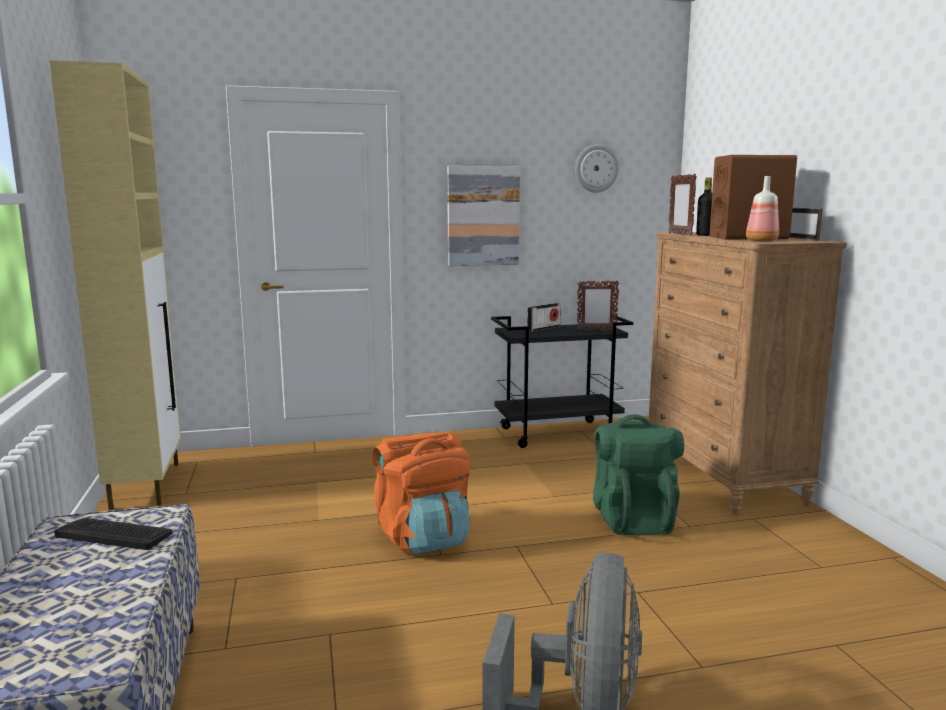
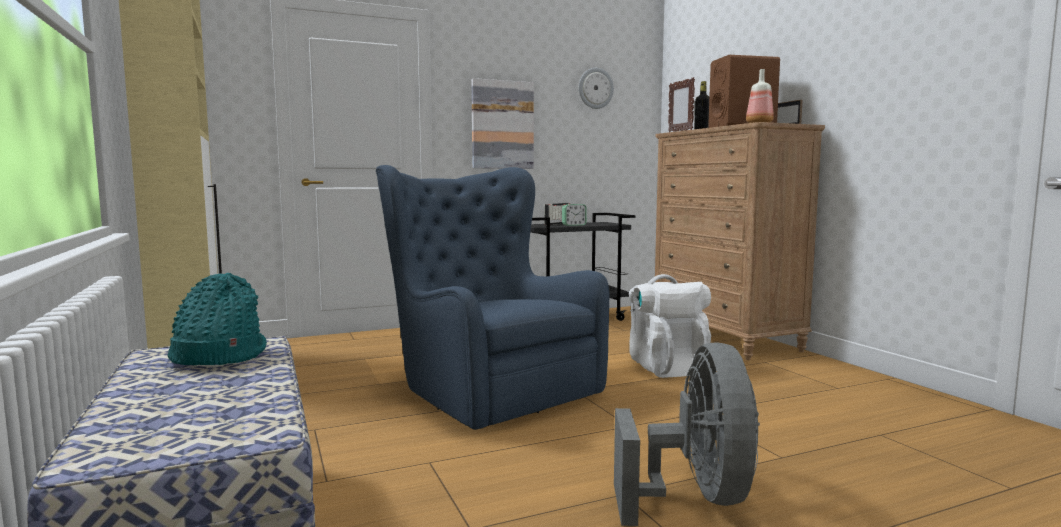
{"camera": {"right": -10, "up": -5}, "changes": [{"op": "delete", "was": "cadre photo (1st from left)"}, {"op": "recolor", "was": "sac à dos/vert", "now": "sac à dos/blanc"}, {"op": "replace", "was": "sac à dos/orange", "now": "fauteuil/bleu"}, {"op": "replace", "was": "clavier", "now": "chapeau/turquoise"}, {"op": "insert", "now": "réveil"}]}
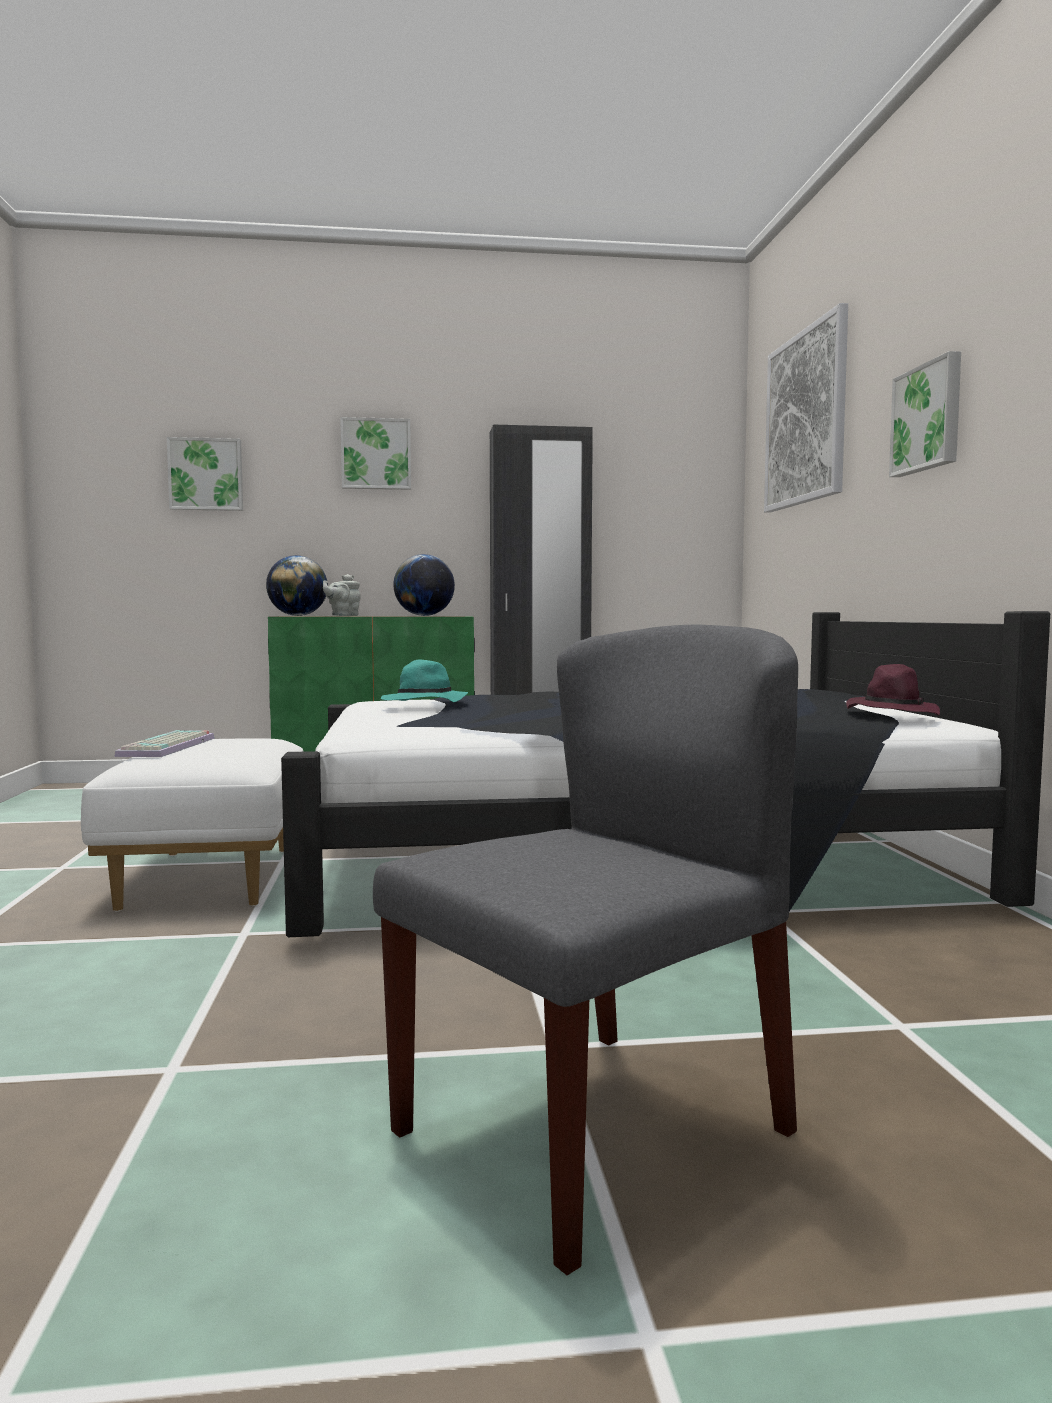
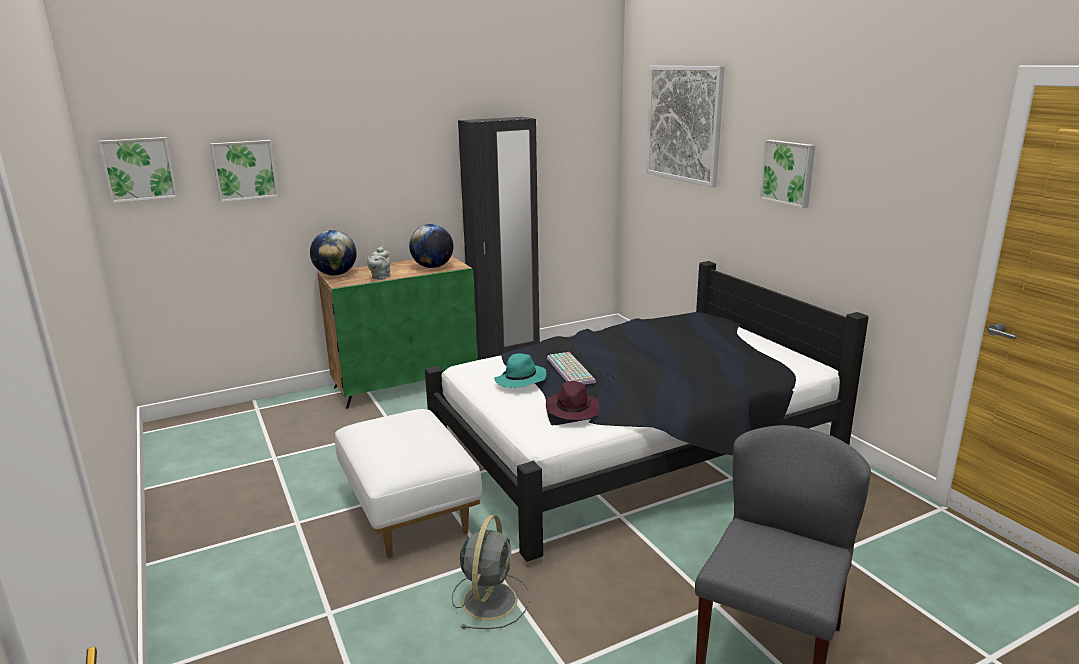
{"camera": {"right": -20, "up": 15}, "changes": [{"op": "move", "was": "tableau (2nd from left in the first image)", "now": "tableau (1st from left)"}, {"op": "move", "was": "chapeau/violet"}, {"op": "move", "was": "clavier"}, {"op": "insert", "now": "ventilateur/gris"}]}
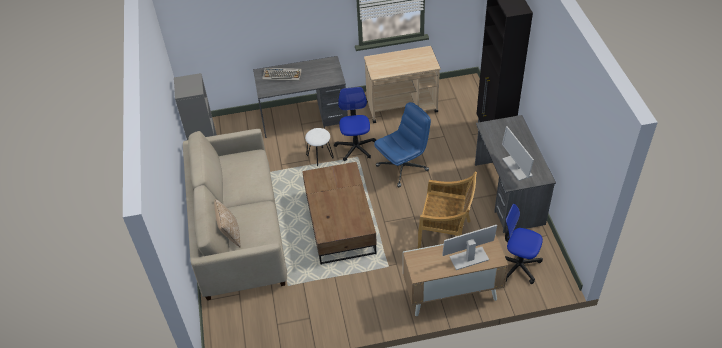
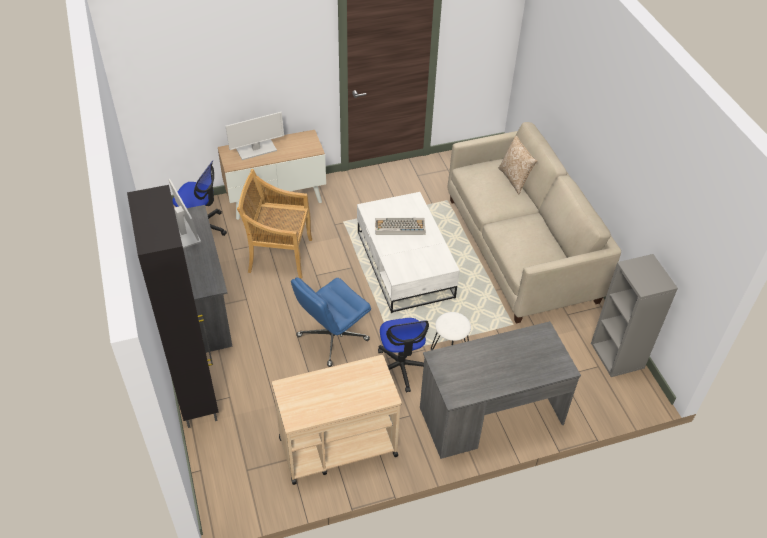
{"camera": {"right": 170, "up": 0}, "changes": [{"op": "move", "was": "clavier"}, {"op": "recolor", "was": "table basse/marron", "now": "table basse/blanc"}]}
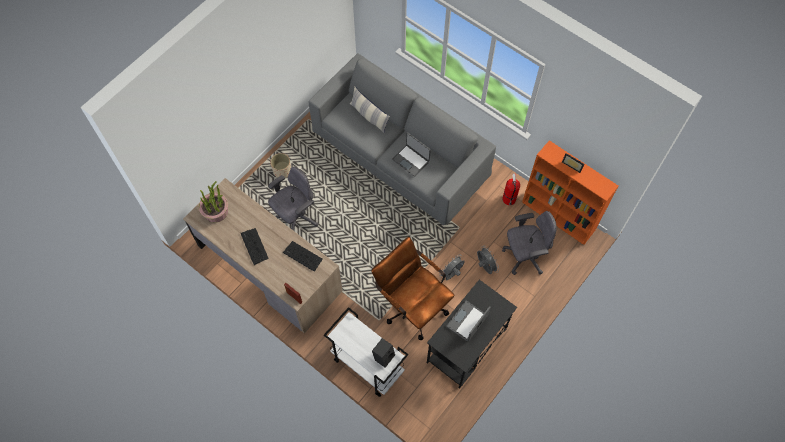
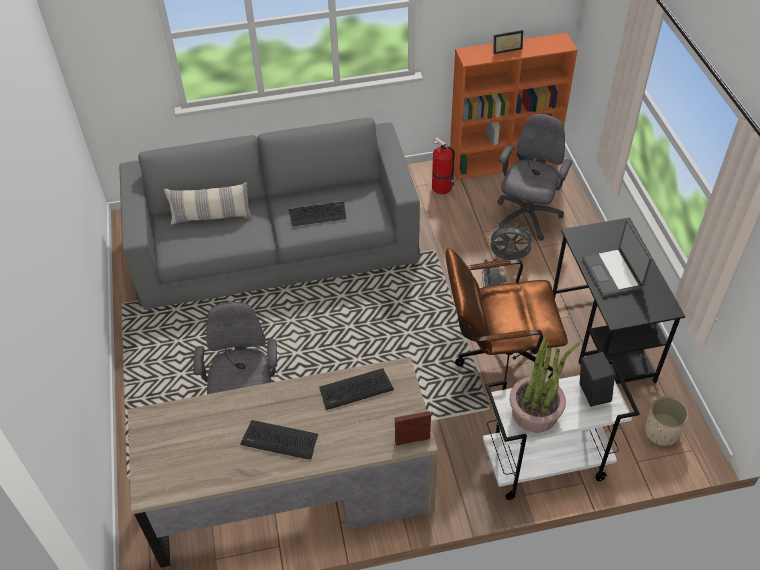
{"camera": {"right": -50, "up": -15}, "changes": [{"op": "replace", "was": "ordinateur portable (1st from left)", "now": "clavier (2nd from left)"}, {"op": "move", "was": "cache-pot/beige"}, {"op": "move", "was": "plante en pot"}]}
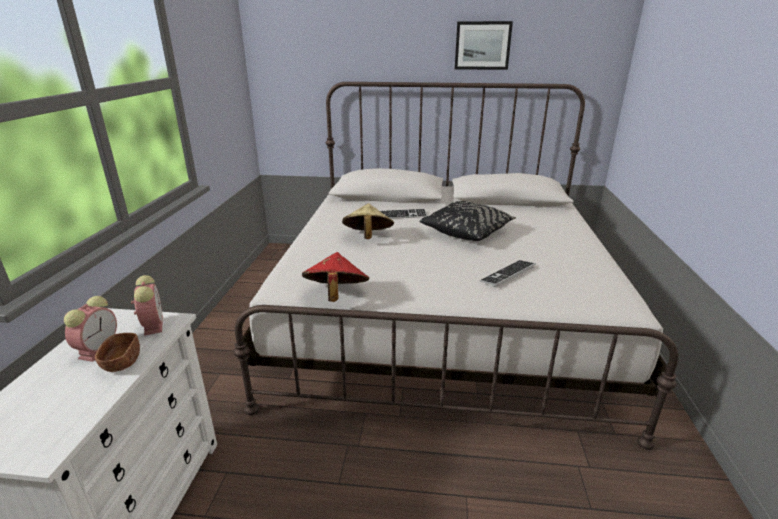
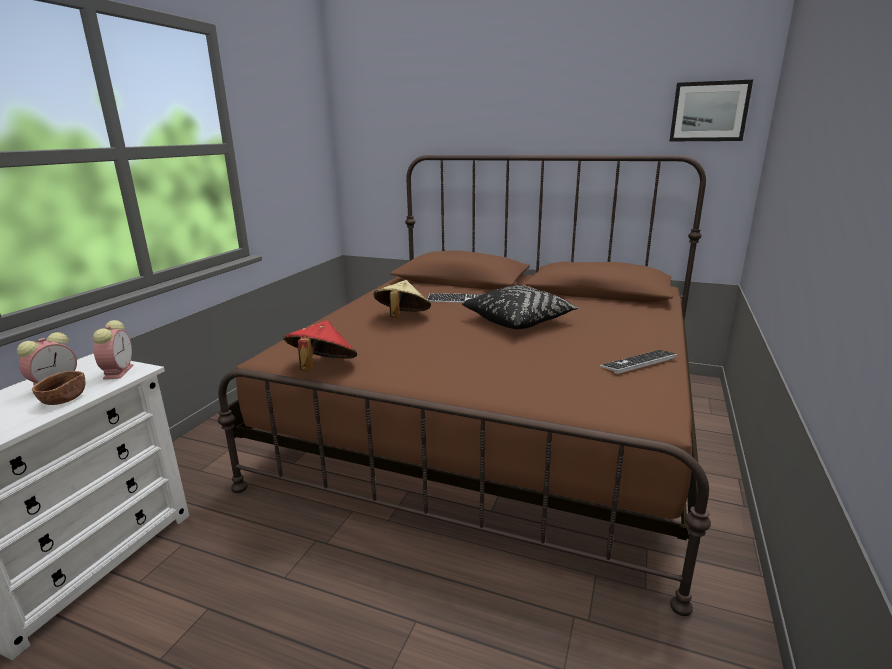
{"camera": {"right": 15, "up": -5}, "changes": [{"op": "move", "was": "tableau"}, {"op": "recolor", "was": "lit/blanc", "now": "lit/marron"}, {"op": "move", "was": "clavier (2nd from left)"}]}
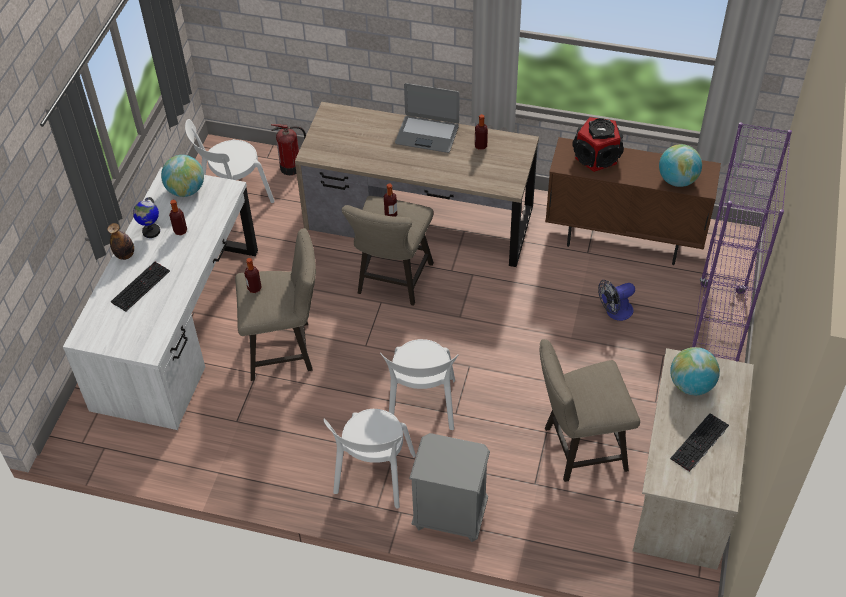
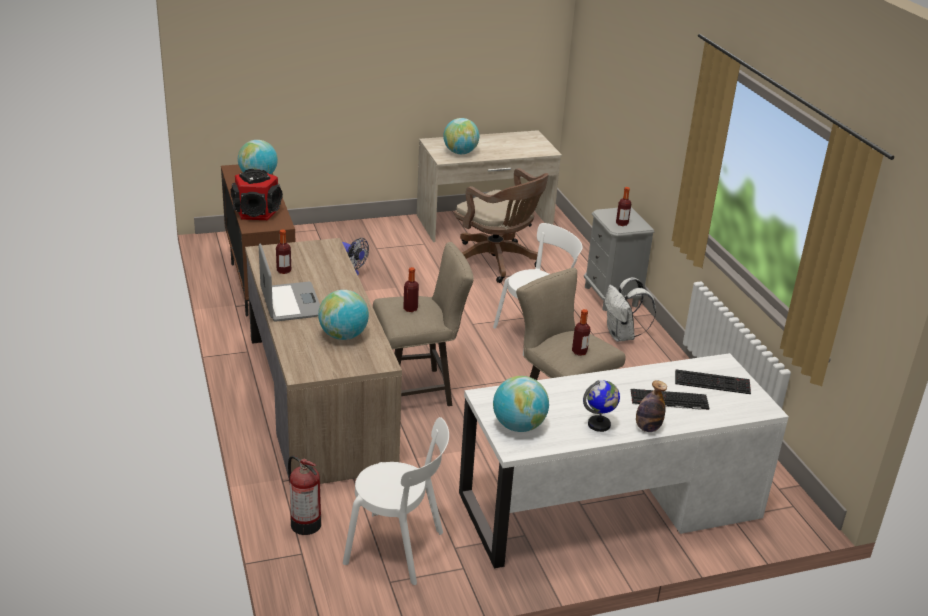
{"camera": {"right": -125, "up": -20}, "changes": [{"op": "delete", "was": "bibliothèque/violet"}, {"op": "move", "was": "bouteille (2nd from left in the first image)", "now": "bouteille (4th from left)"}, {"op": "replace", "was": "tabouret/beige (3rd from left)", "now": "chaise de bureau/marron"}, {"op": "replace", "was": "chaise/blanc (2nd from left)", "now": "sac à dos/blanc"}, {"op": "move", "was": "clavier (2nd from left)"}, {"op": "insert", "now": "globe (2nd from left)"}]}
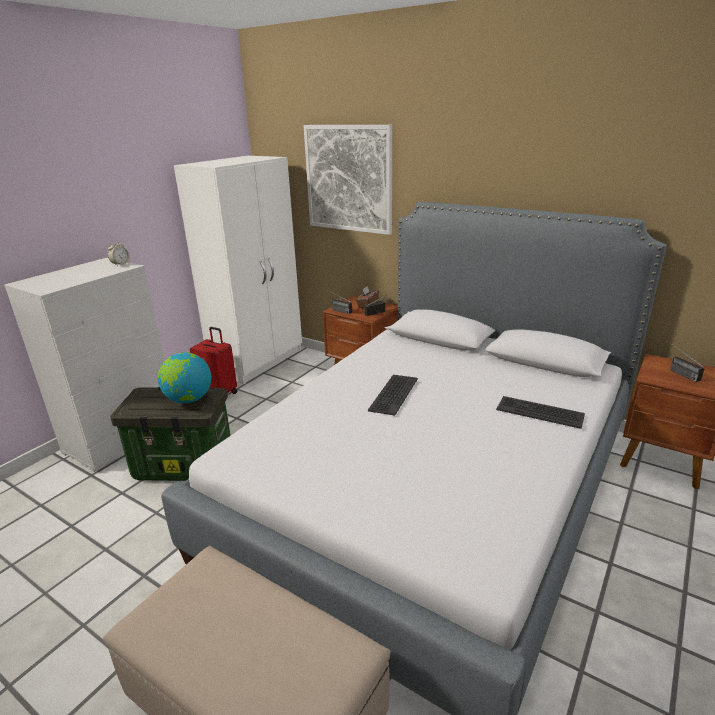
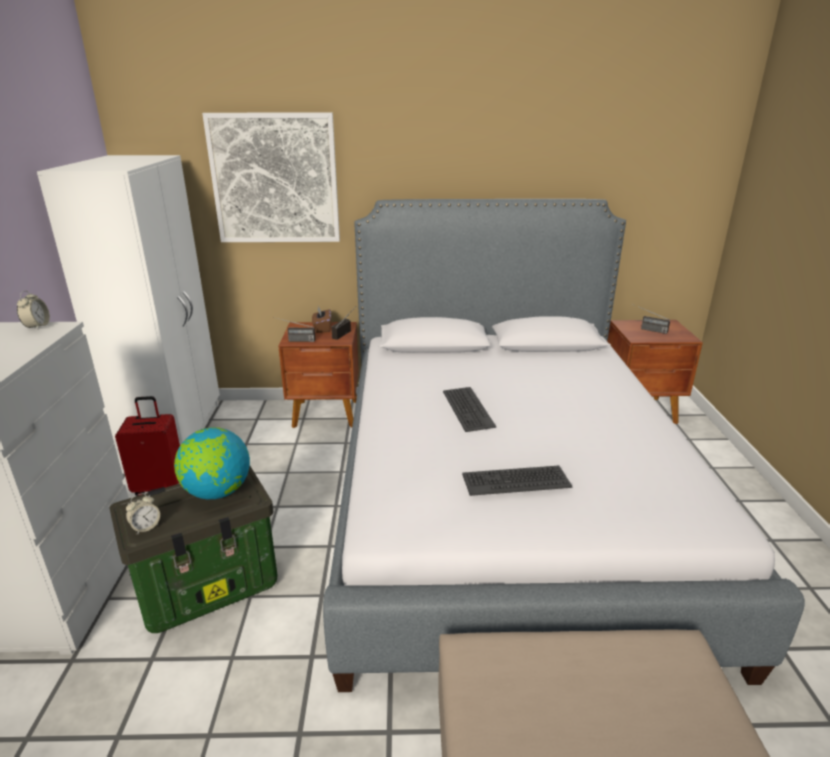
{"camera": {"right": -35, "up": 0}, "changes": [{"op": "move", "was": "clavier (2nd from left)"}, {"op": "insert", "now": "réveil (2nd from left)"}]}
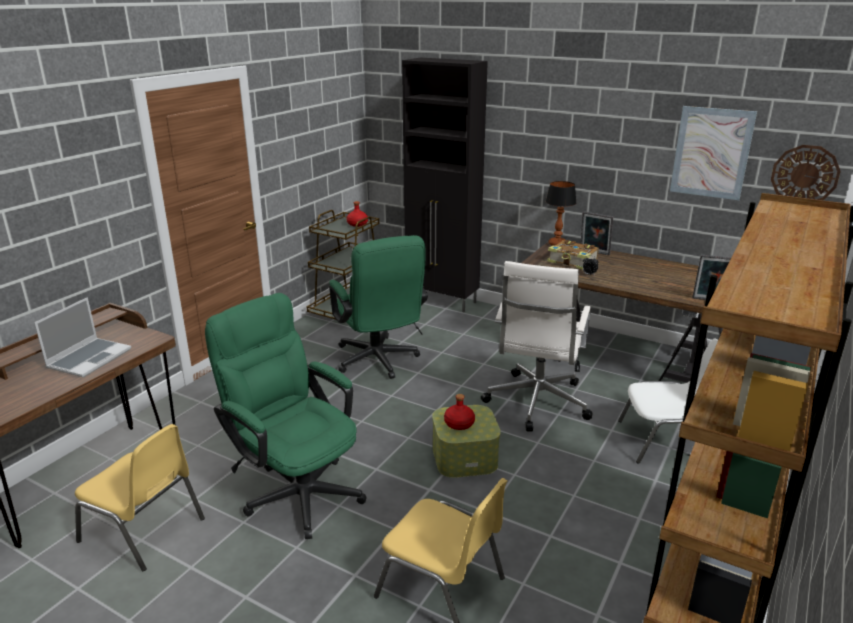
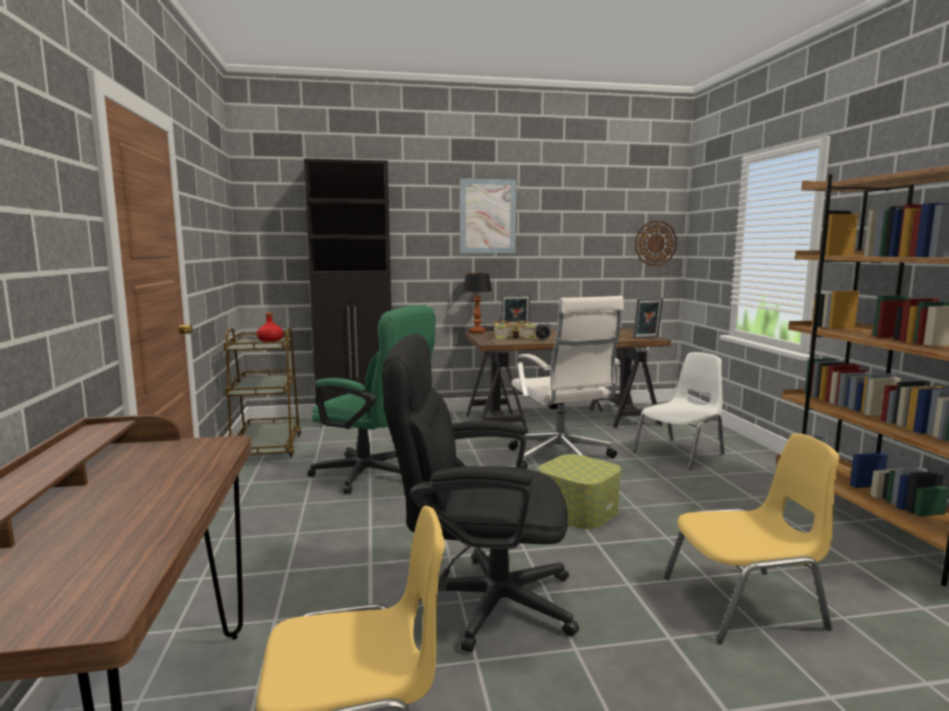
{"camera": {"right": -40, "up": -15}, "changes": [{"op": "move", "was": "tableau"}, {"op": "recolor", "was": "chaise de bureau/vert (1st from left)", "now": "chaise de bureau/noir"}, {"op": "delete", "was": "ordinateur portable"}, {"op": "delete", "was": "bouteille/rouge (2nd from left)"}]}
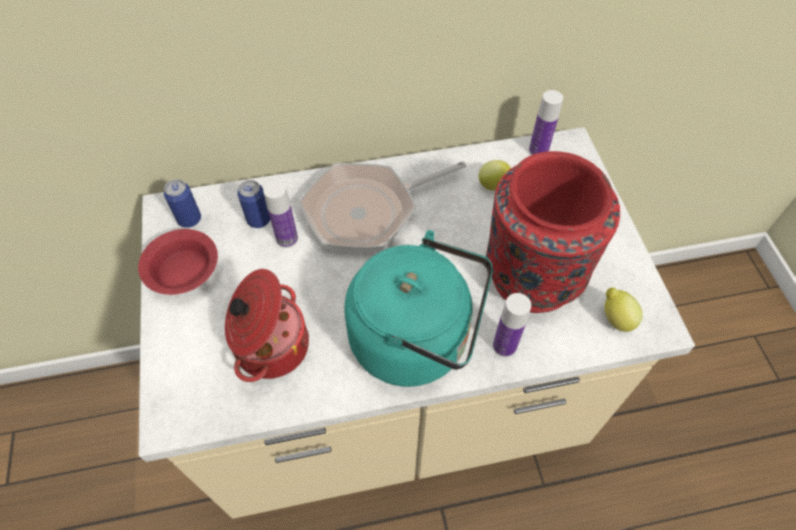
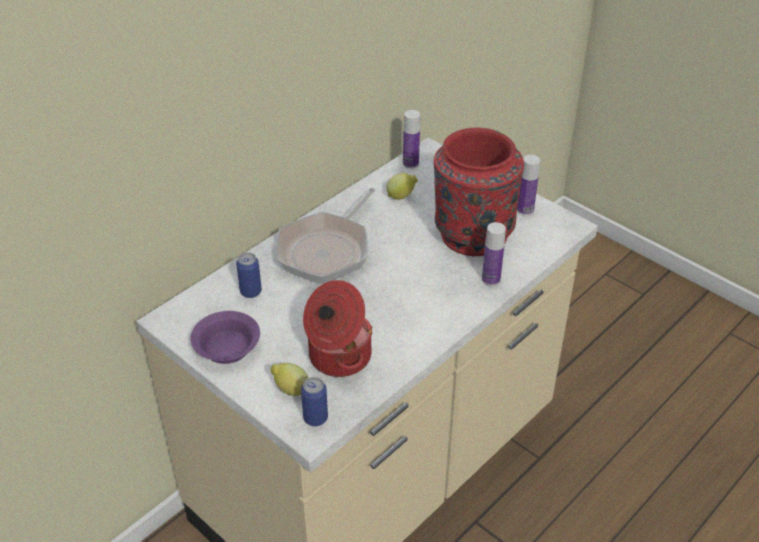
{"camera": {"right": -35, "up": -15}, "changes": [{"op": "move", "was": "boîte métallique (1st from left in the first image)", "now": "boîte métallique (2nd from left)"}, {"op": "move", "was": "bouteille (1st from left in the first image)", "now": "bouteille (3rd from left)"}, {"op": "recolor", "was": "bol/rouge", "now": "bol/violet"}, {"op": "delete", "was": "bouilloire/turquoise"}, {"op": "move", "was": "citron (2nd from left in the first image)", "now": "citron (1st from left)"}]}
